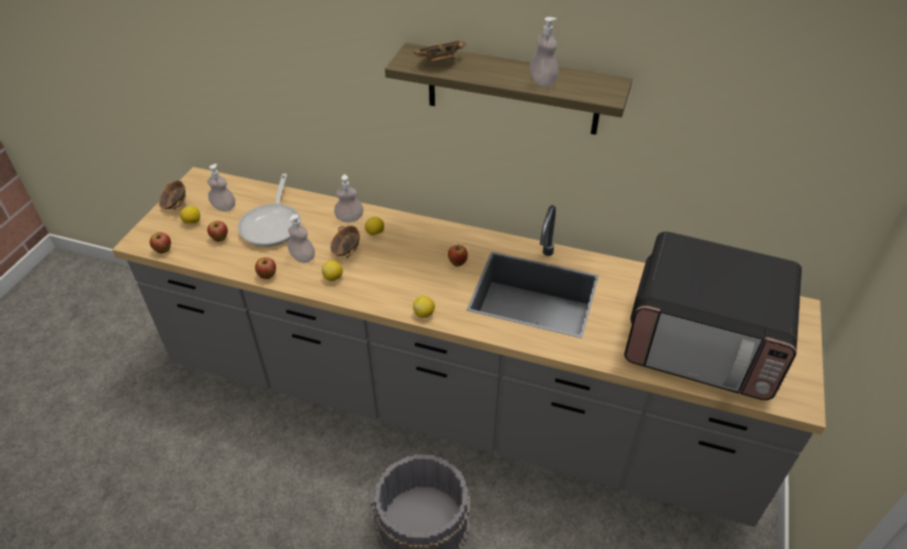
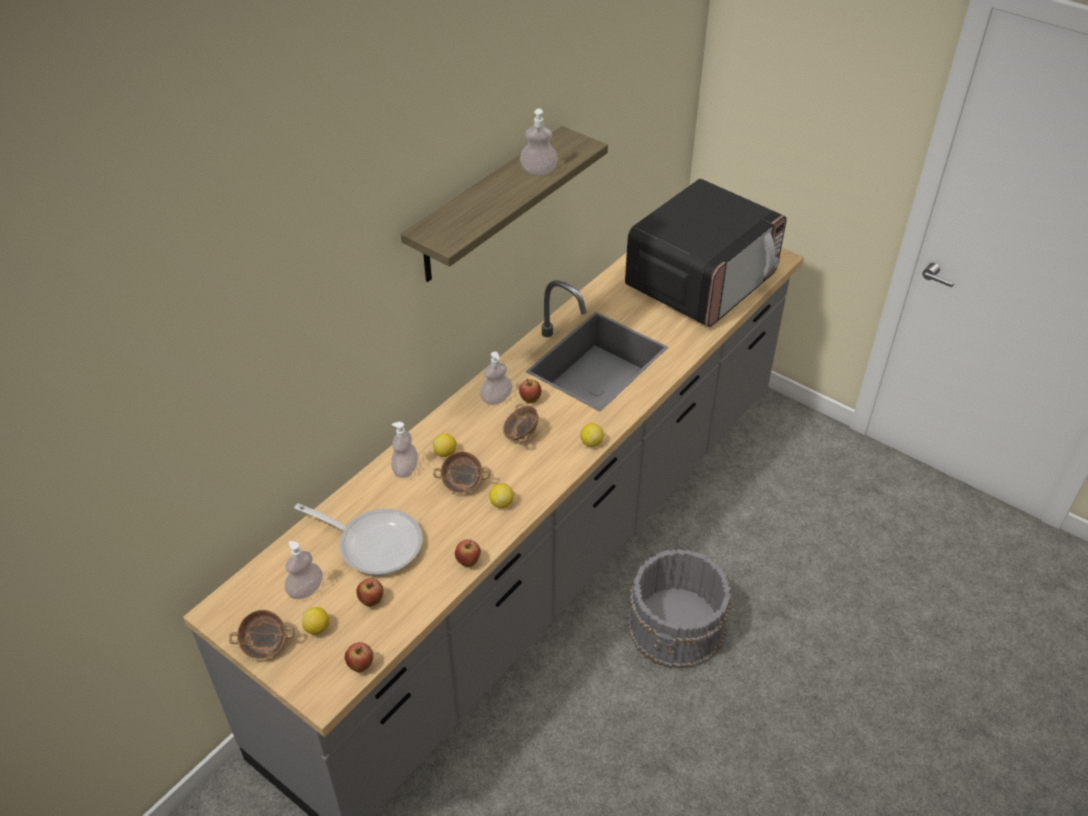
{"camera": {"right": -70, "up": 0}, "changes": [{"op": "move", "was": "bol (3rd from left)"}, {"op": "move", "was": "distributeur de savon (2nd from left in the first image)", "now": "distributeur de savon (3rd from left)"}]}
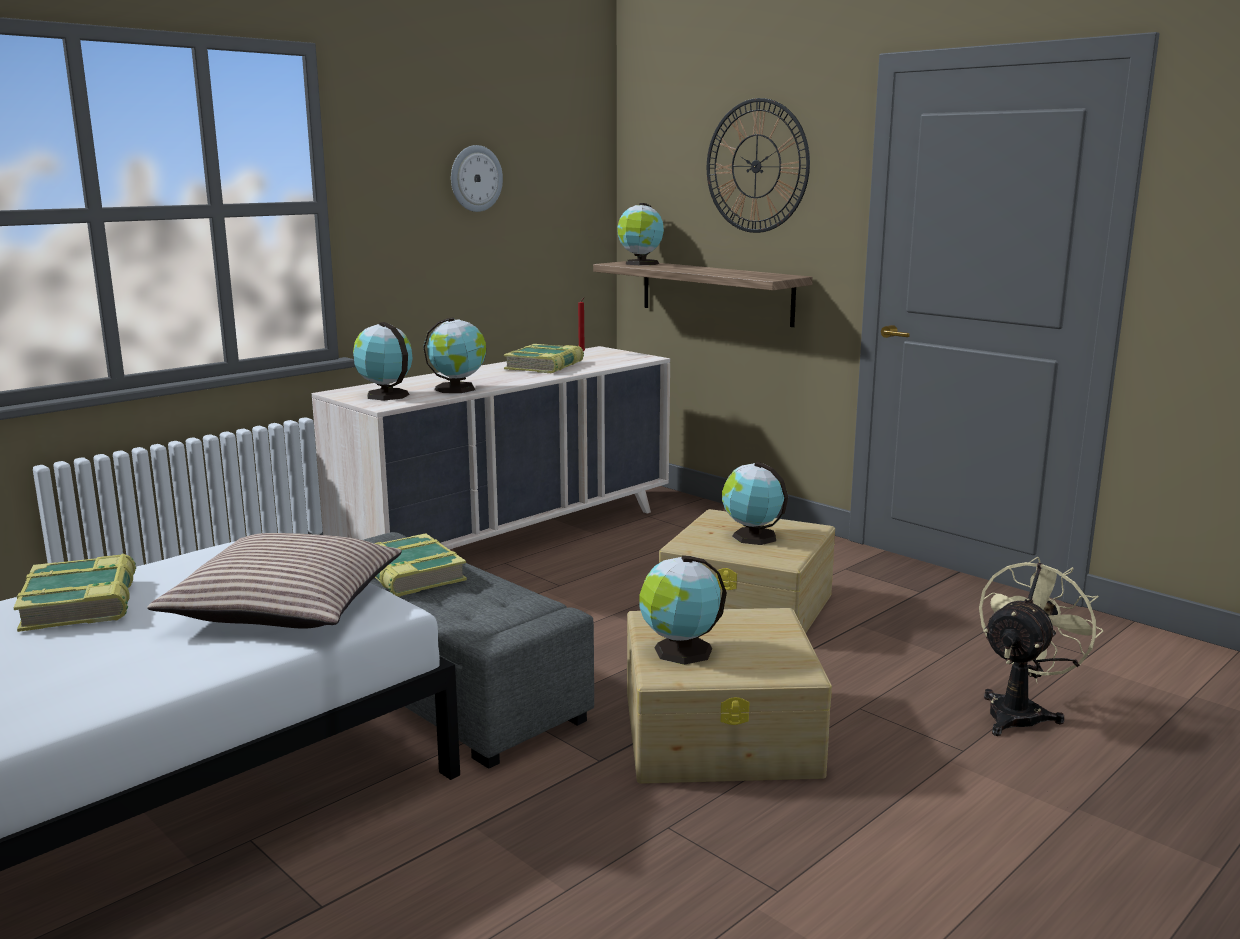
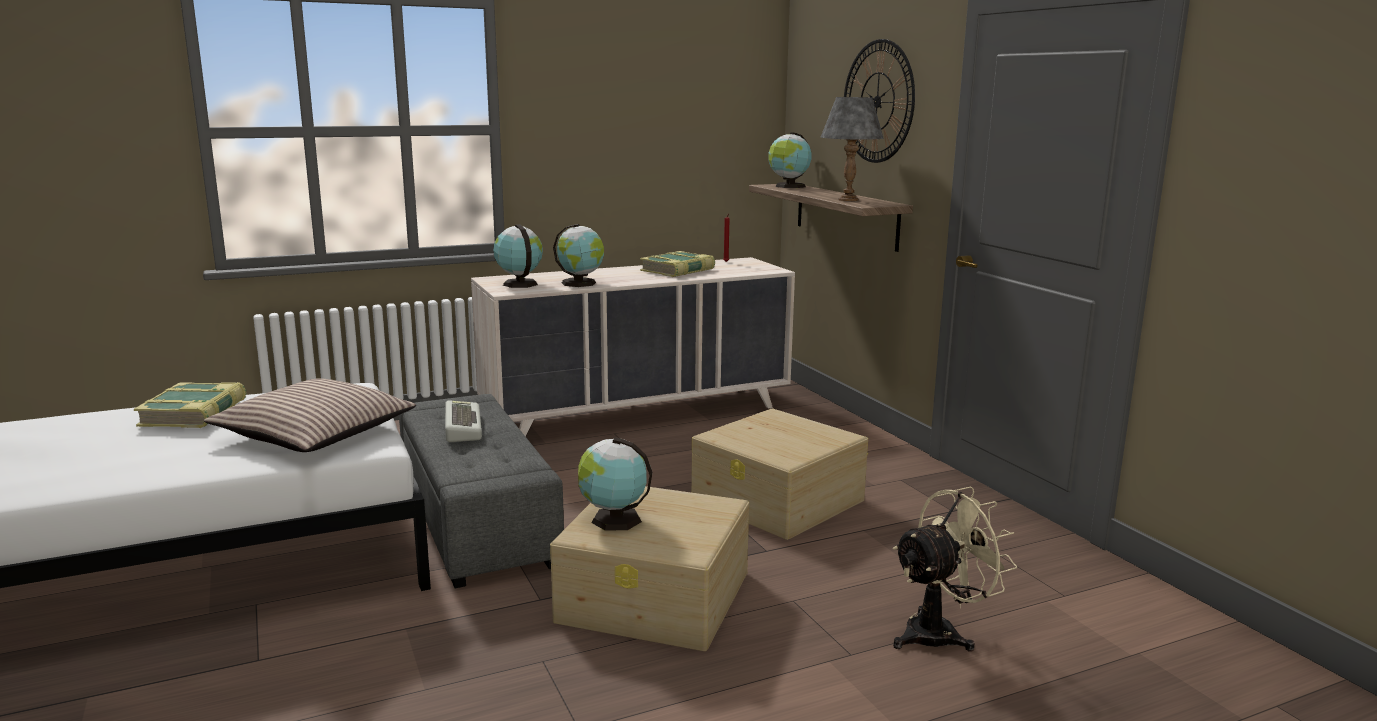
{"camera": {"right": 20, "up": 0}, "changes": [{"op": "delete", "was": "horloge murale (1st from left)"}, {"op": "delete", "was": "globe (5th from left)"}, {"op": "replace", "was": "livre (2nd from left)", "now": "clavier"}, {"op": "insert", "now": "lampe de table/gris"}]}
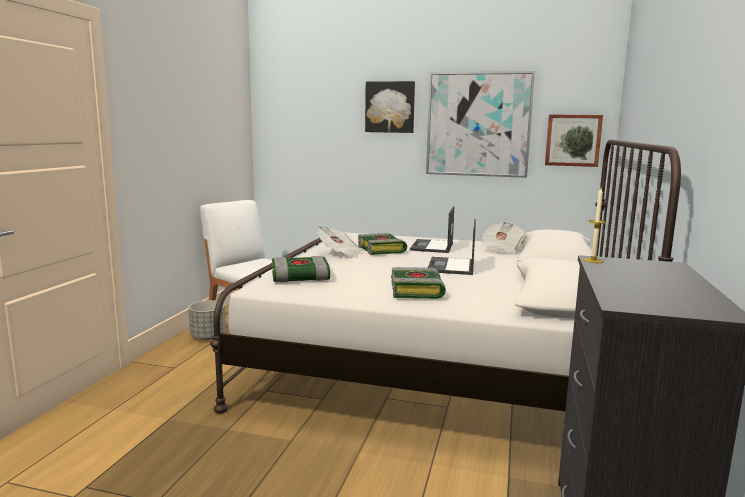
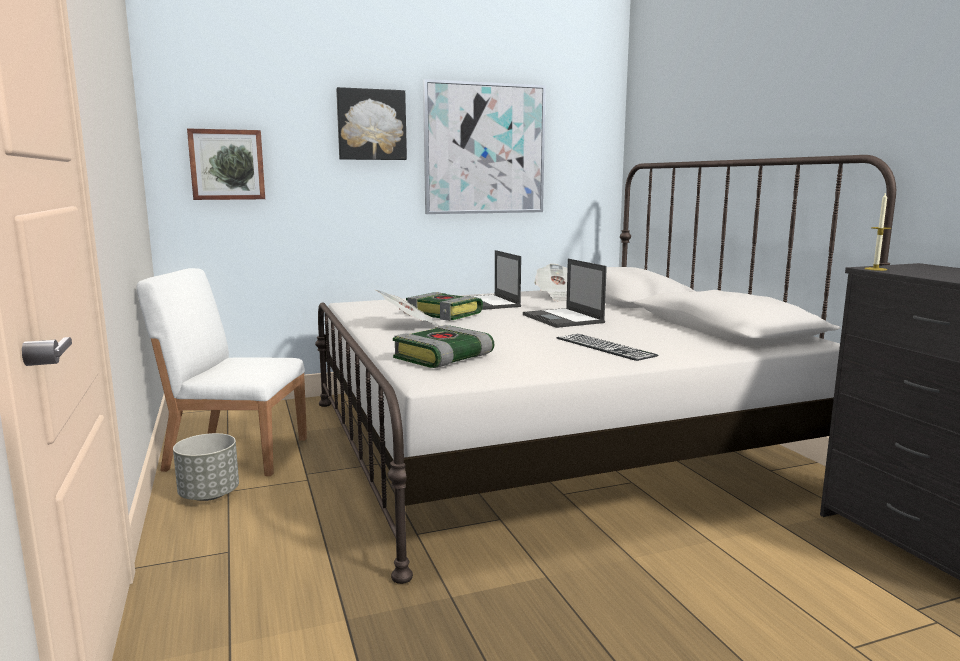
{"camera": {"right": -35, "up": 0}, "changes": [{"op": "move", "was": "tableau (3rd from left in the first image)", "now": "tableau (1st from left)"}, {"op": "replace", "was": "livre (3rd from left)", "now": "clavier"}]}
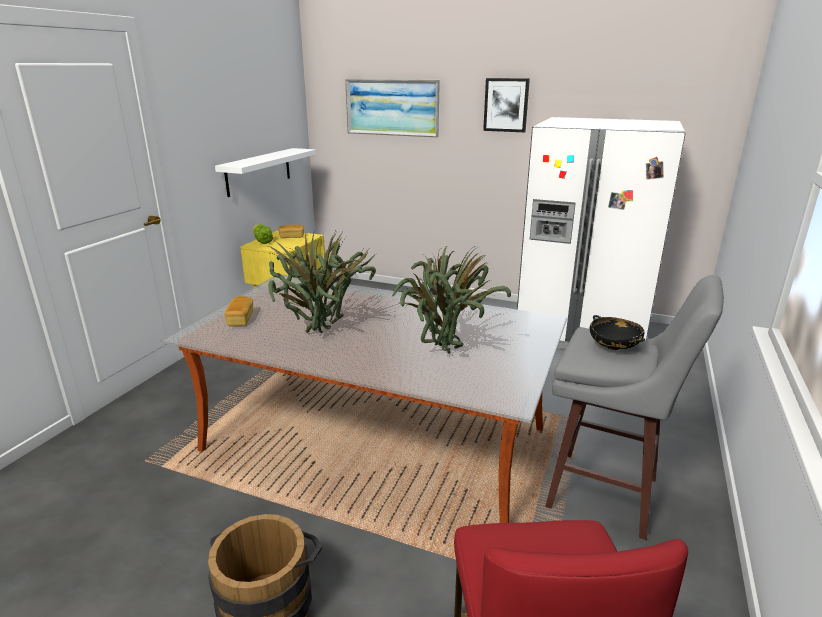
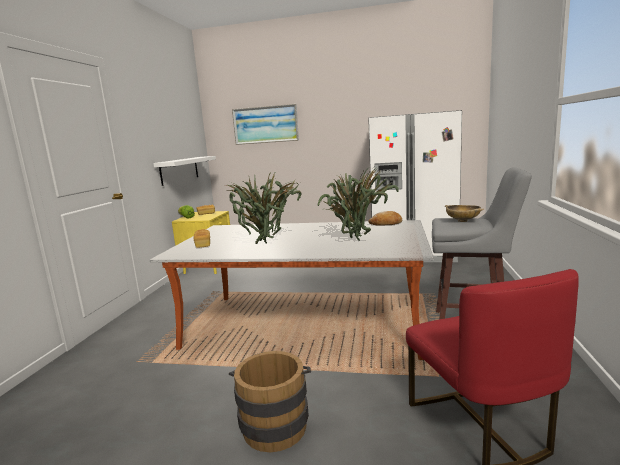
{"camera": {"right": -10, "up": -10}, "changes": [{"op": "delete", "was": "tableau (2nd from left)"}, {"op": "recolor", "was": "bol/noir", "now": "bol/beige"}, {"op": "insert", "now": "pain (3rd from left)"}]}
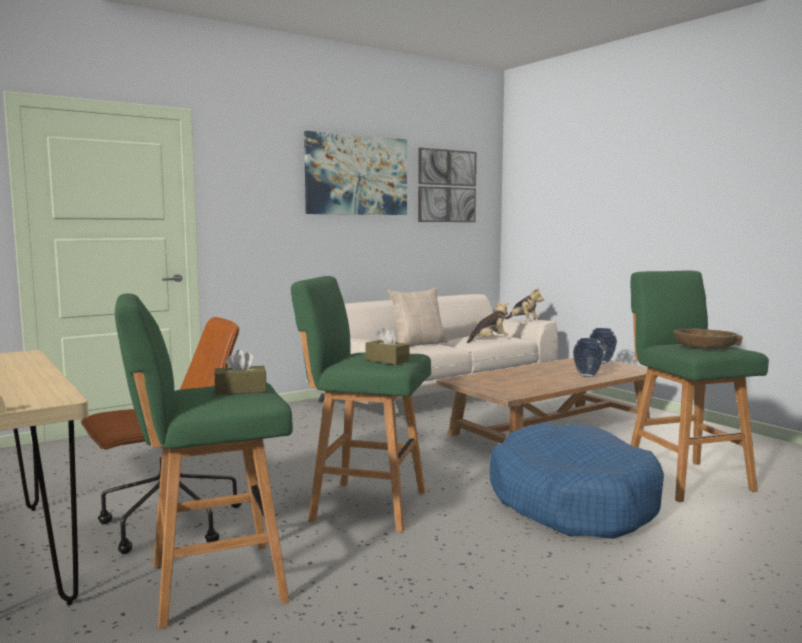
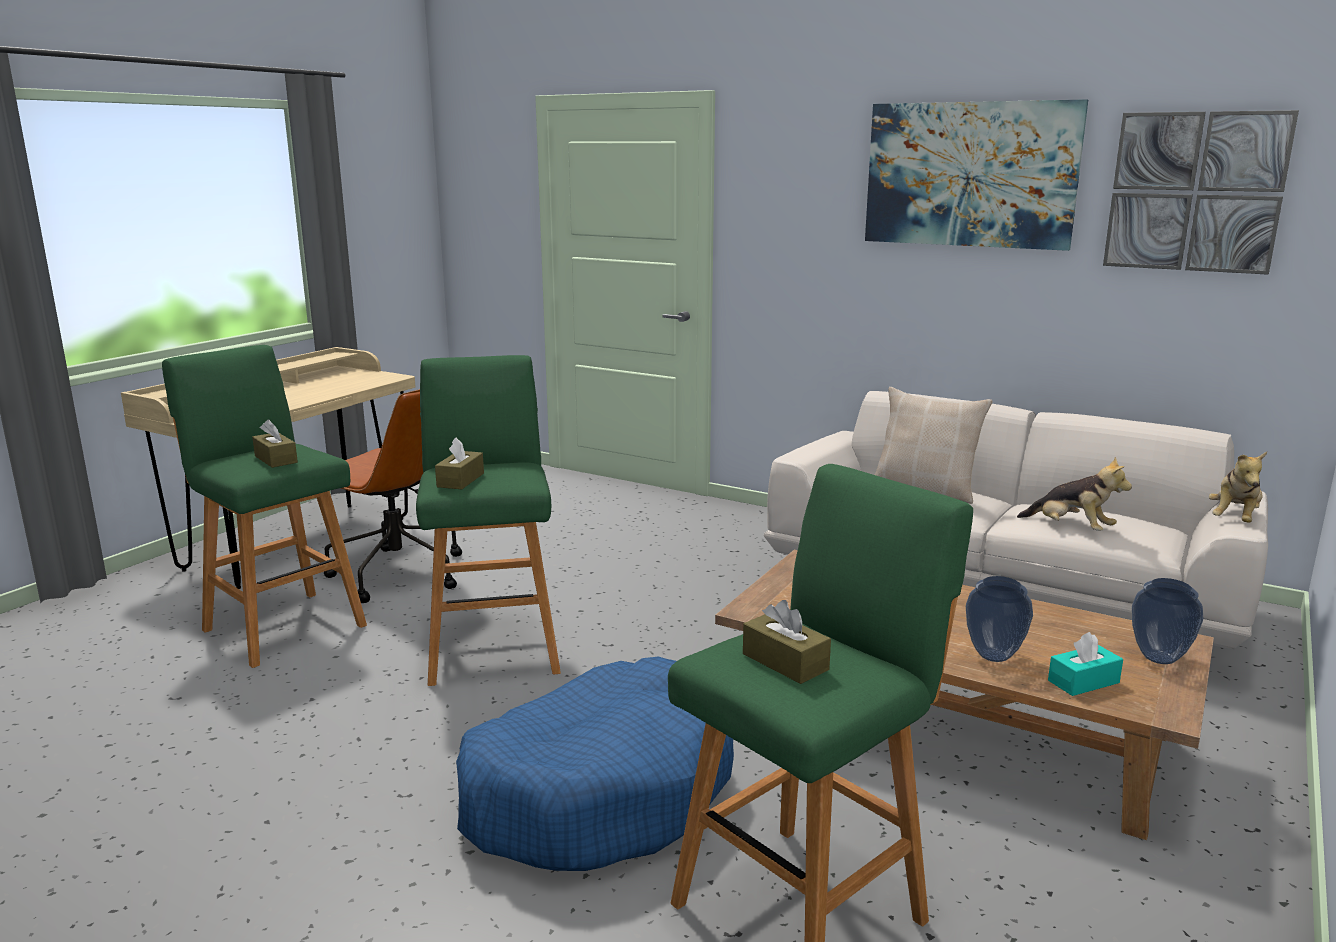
{"camera": {"right": 65, "up": 10}, "changes": [{"op": "replace", "was": "bol/marron", "now": "boîte à mouchoirs/marron (3rd from left)"}, {"op": "insert", "now": "boîte à mouchoirs/turquoise"}]}
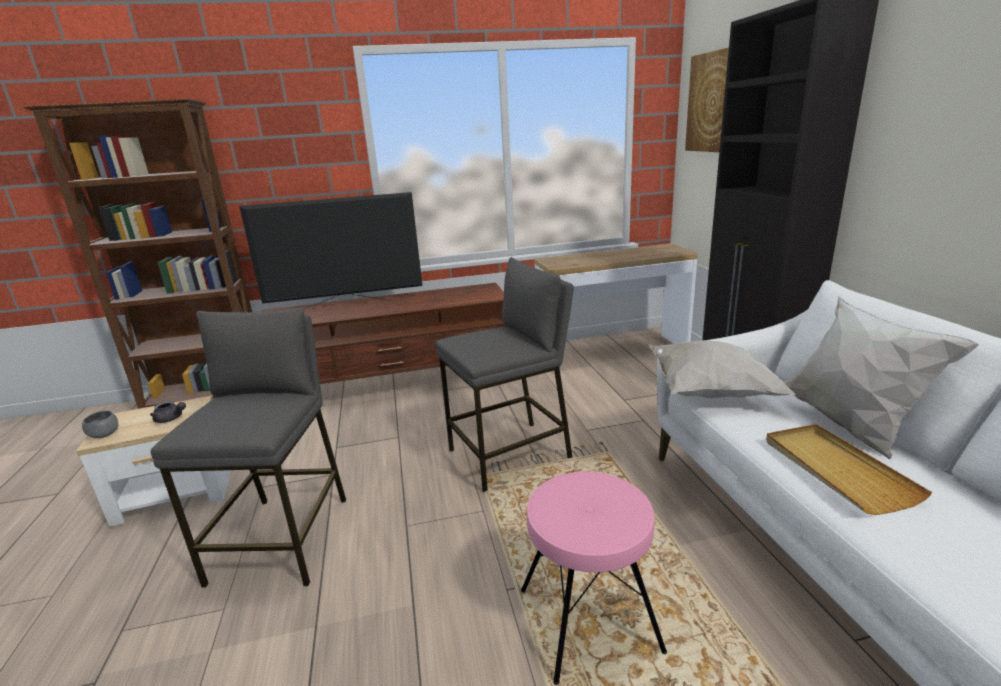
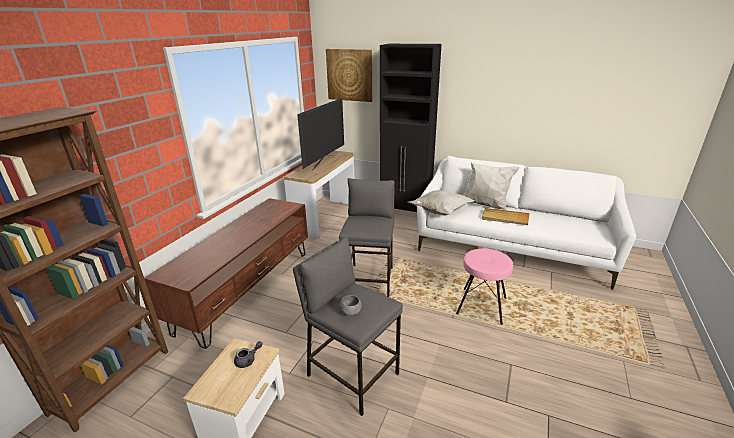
{"camera": {"right": -55, "up": 5}, "changes": [{"op": "move", "was": "téléviseur"}, {"op": "move", "was": "bol/gris"}]}
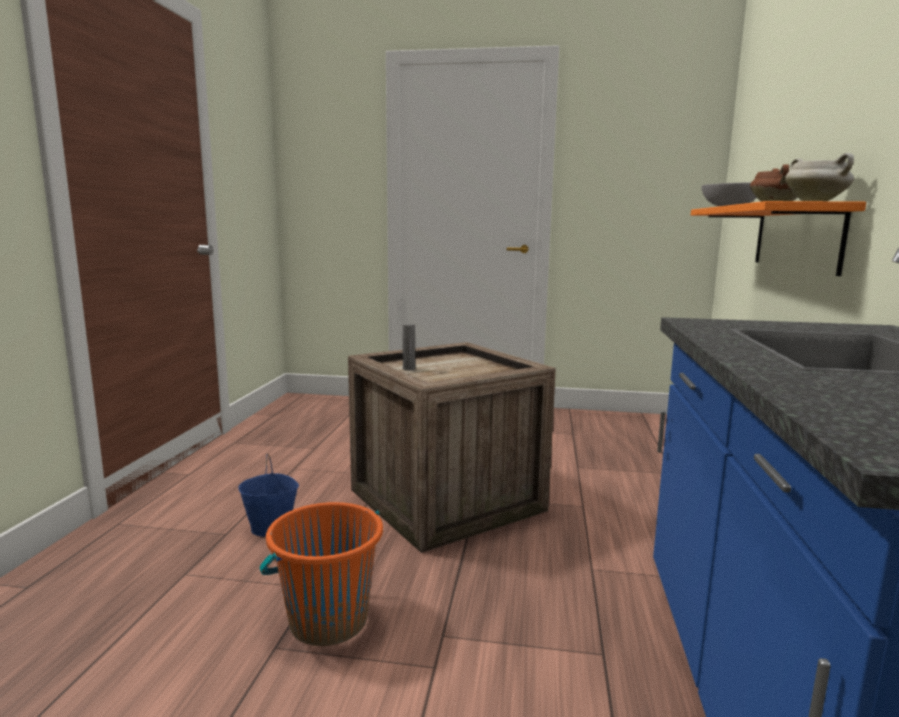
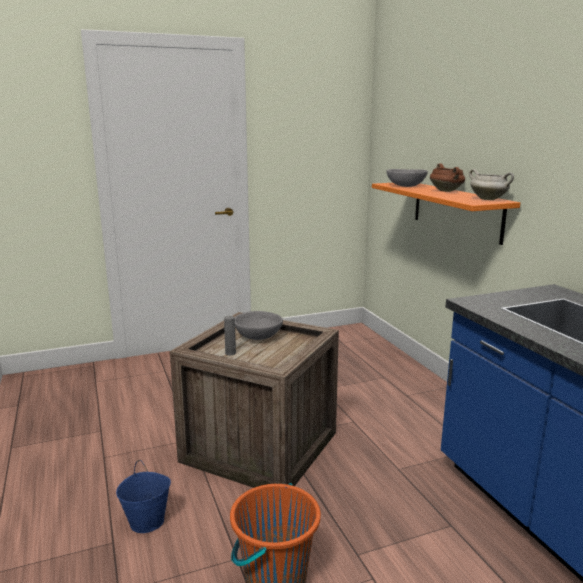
{"camera": {"right": -30, "up": 5}, "changes": [{"op": "insert", "now": "bol/gris (1st from left)"}]}
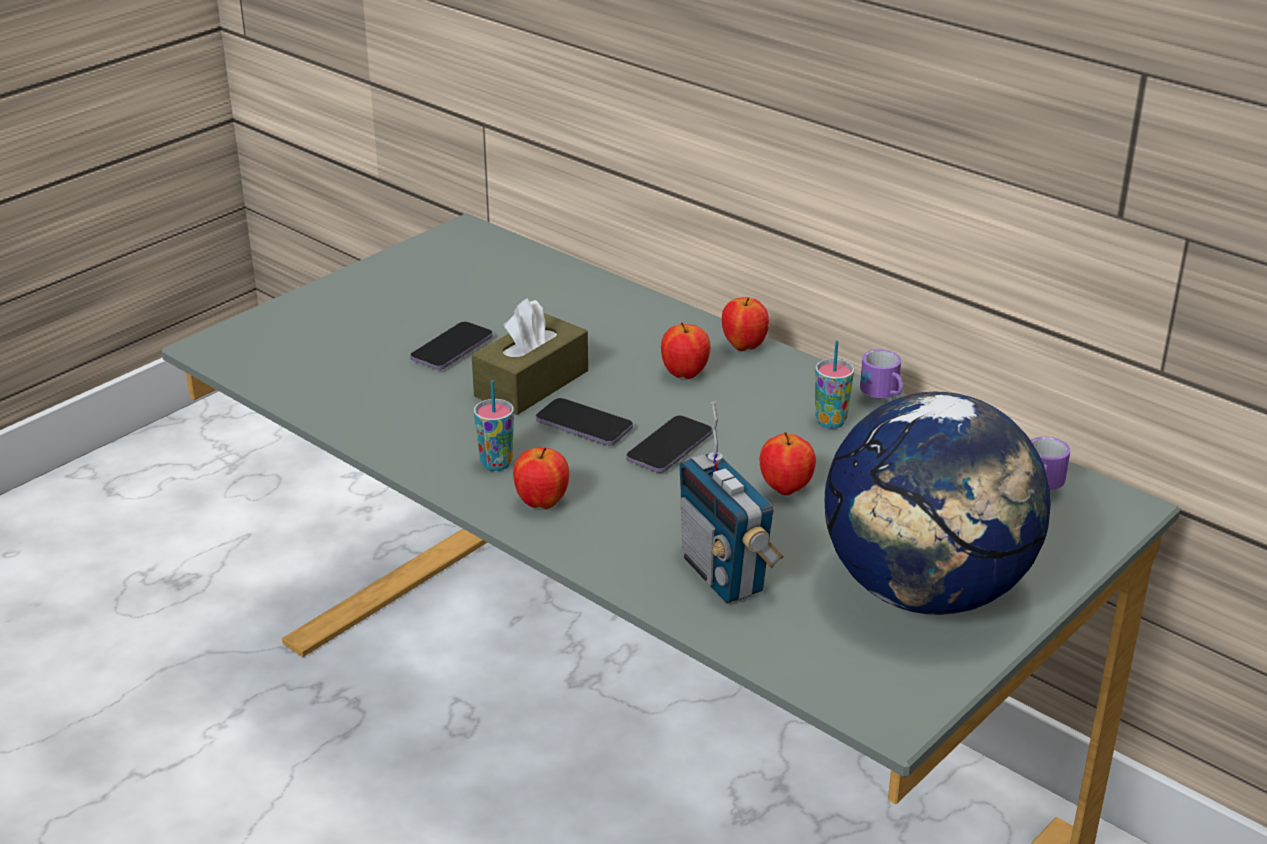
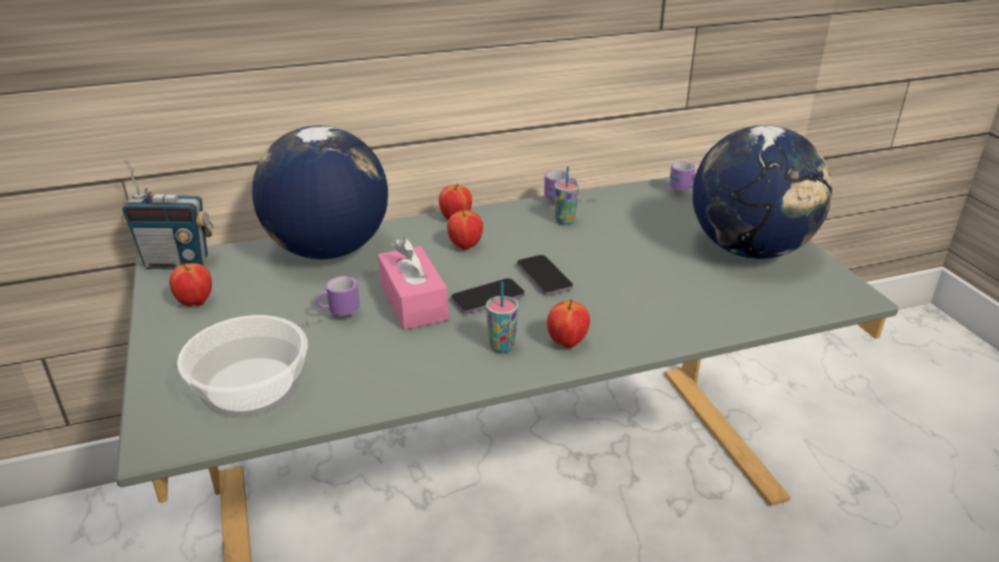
{"camera": {"right": -60, "up": 0}, "changes": [{"op": "recolor", "was": "boîte à mouchoirs/marron", "now": "boîte à mouchoirs/rose"}, {"op": "replace", "was": "téléphone (1st from left)", "now": "mug (1st from left)"}, {"op": "move", "was": "radio"}, {"op": "move", "was": "pomme (4th from left in the first image)", "now": "pomme (1st from left)"}, {"op": "insert", "now": "globe (1st from left)"}, {"op": "insert", "now": "bol"}]}
